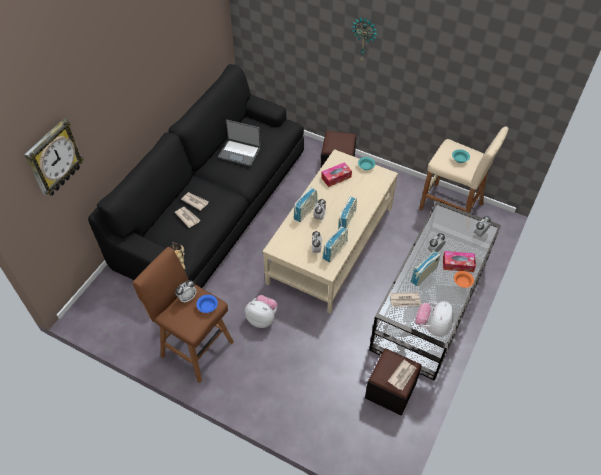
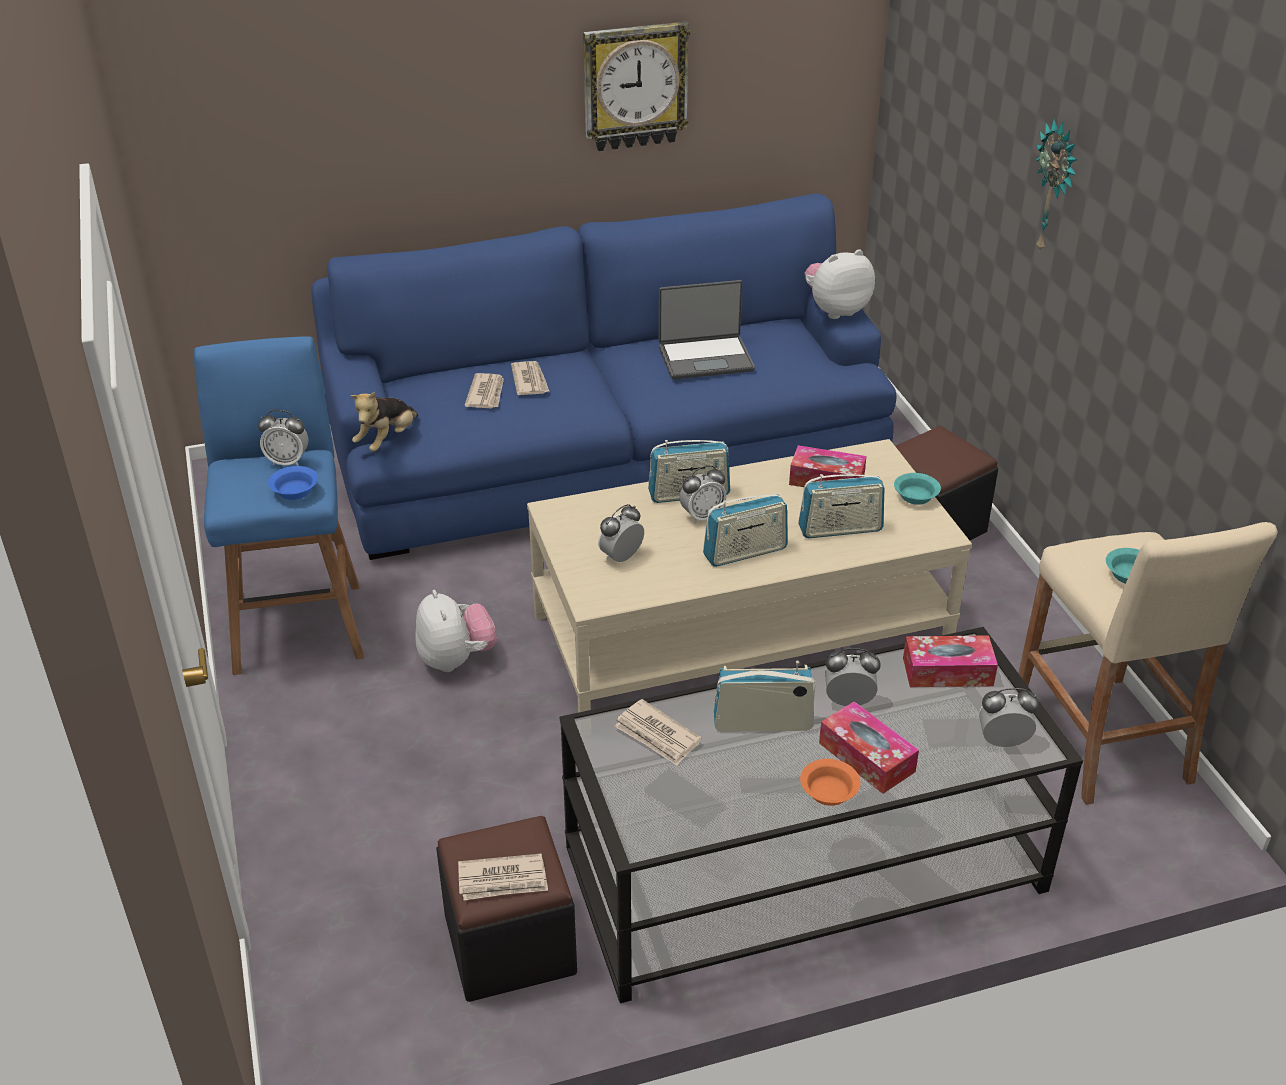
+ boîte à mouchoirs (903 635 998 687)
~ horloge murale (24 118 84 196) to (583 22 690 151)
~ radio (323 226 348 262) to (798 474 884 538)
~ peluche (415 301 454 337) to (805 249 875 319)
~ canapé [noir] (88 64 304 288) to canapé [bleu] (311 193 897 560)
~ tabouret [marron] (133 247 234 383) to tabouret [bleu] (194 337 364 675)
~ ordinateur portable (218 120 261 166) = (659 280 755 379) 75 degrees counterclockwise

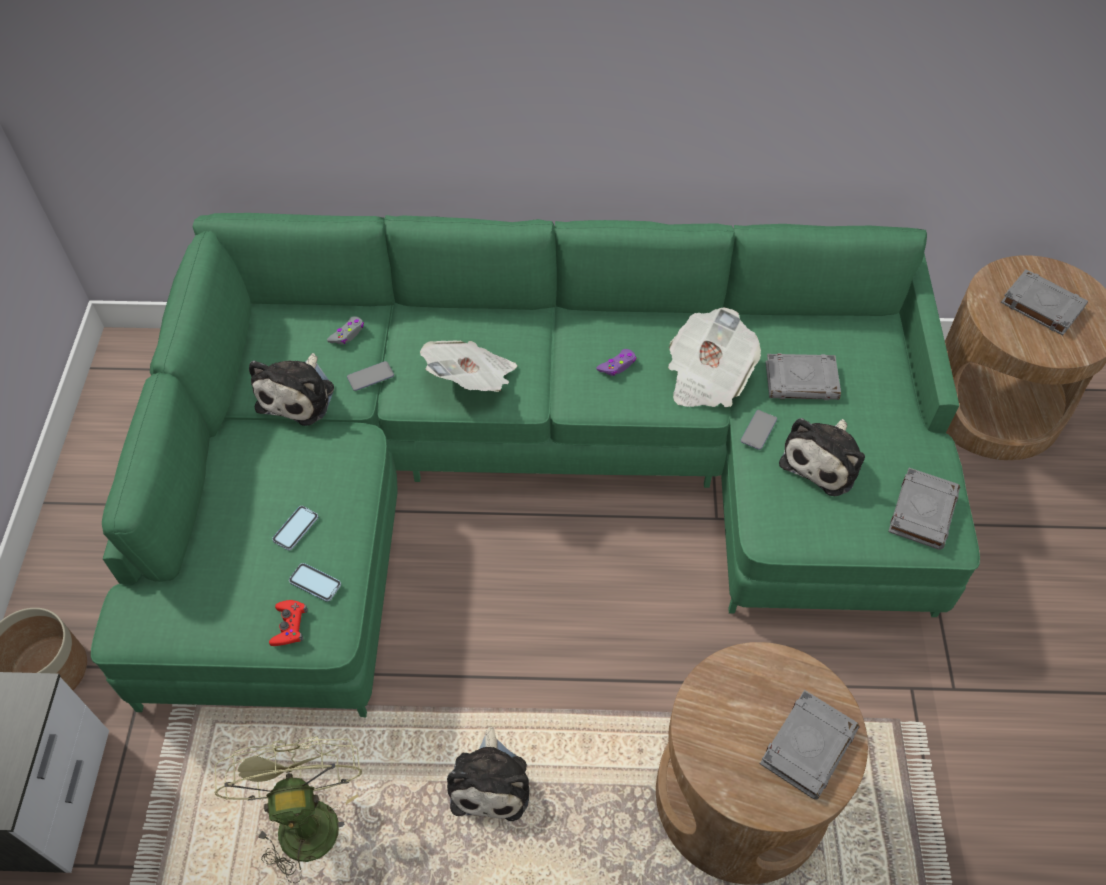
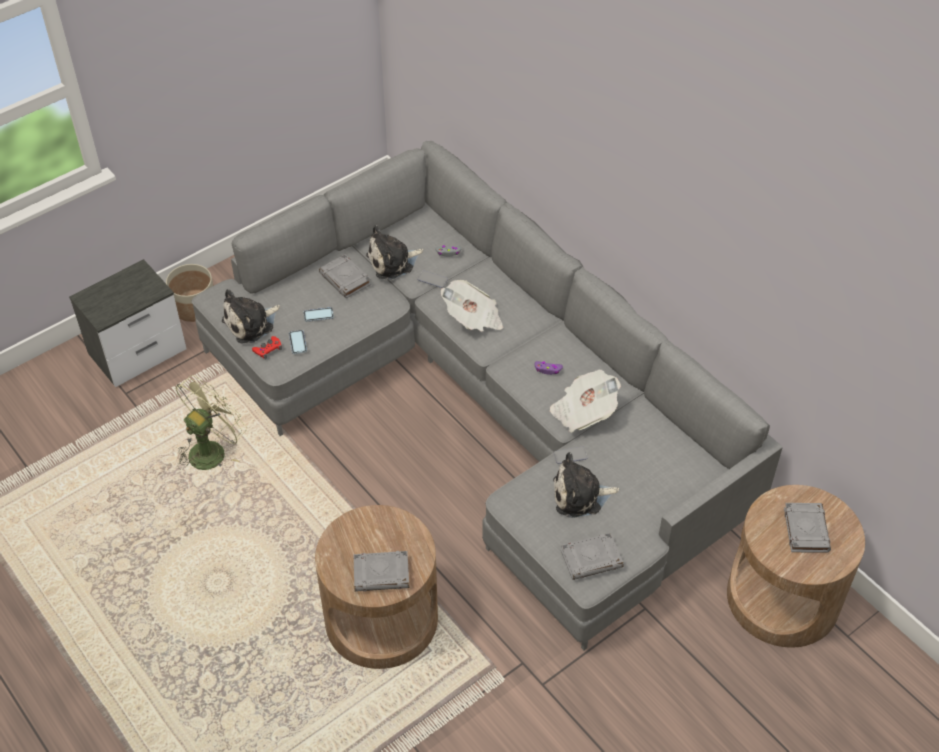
~ peluche (447 727 529 821) to (222 289 280 343)
~ livre [gris] (765 353 841 400) to (319 254 371 298)
~ canapé [vert] (91 213 980 718) to canapé [gris] (192 141 783 650)

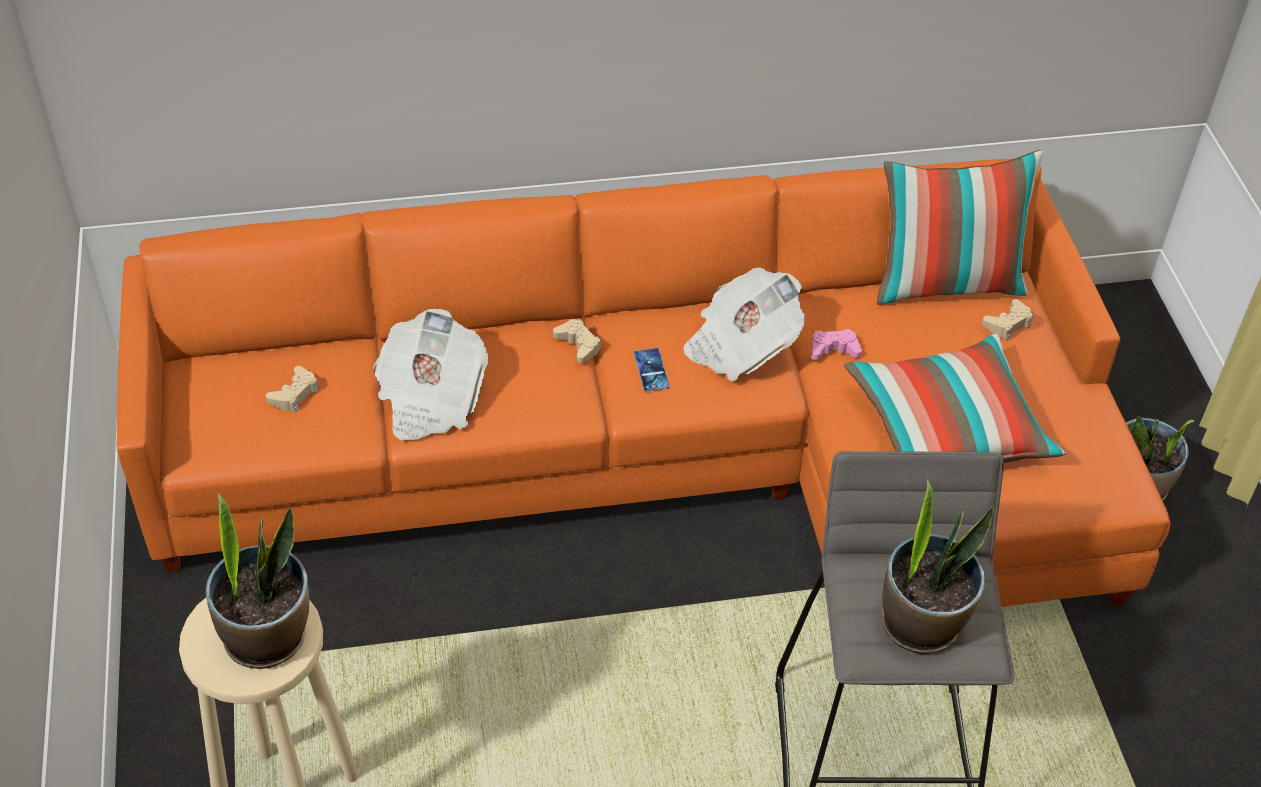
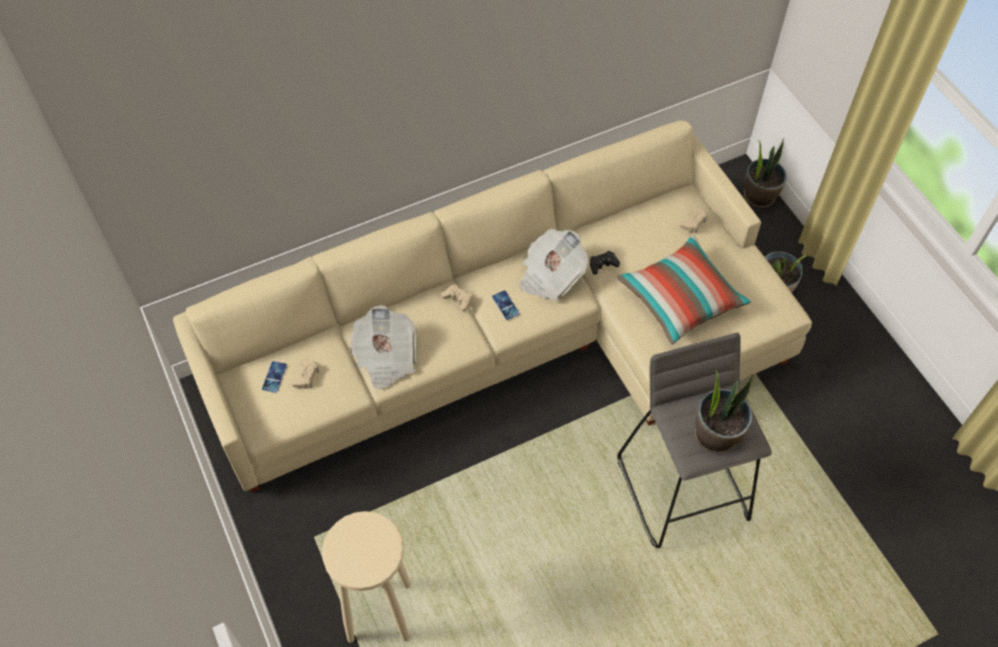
- coussin (877 150 1043 305)
+ téléphone (262 361 287 393)
~ plante en pot (206 493 309 669) to (744 138 787 208)
~ canapé [orange] (116 158 1171 607) to canapé [beige] (173 120 812 493)
~ manette [rose] (811 329 862 360) to manette [noir] (590 251 620 275)

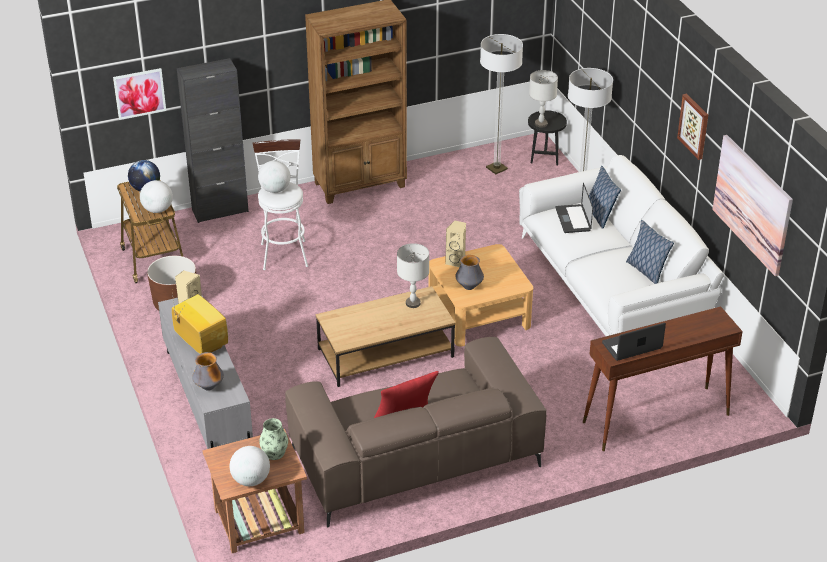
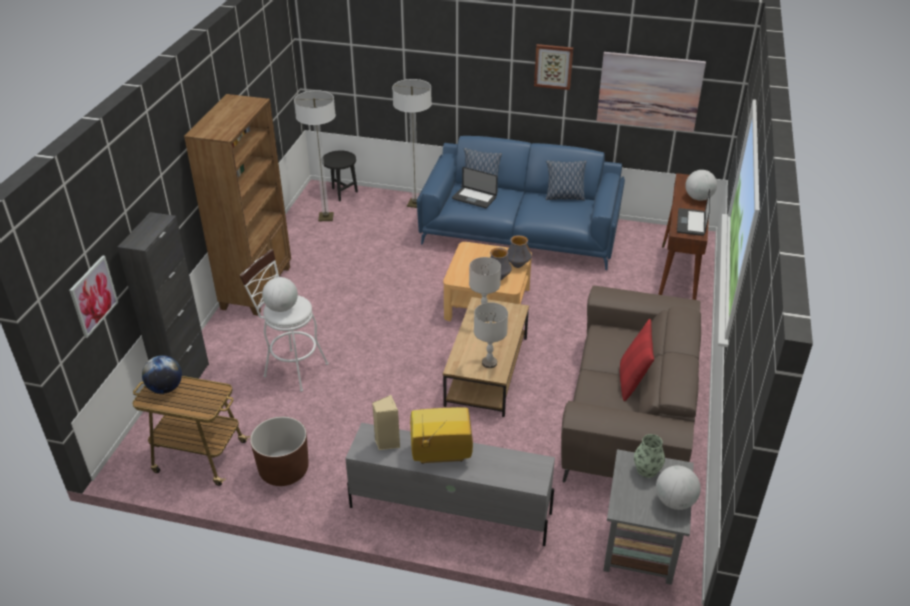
- enceinte [beige] (445 220 466 267)
~ globe (140 180 173 213) to (685 170 717 201)
~ vase (192 352 224 391) to (507 235 532 268)
~ lampe de table [gris] (529 70 558 128) to (474 302 508 368)
~ table d'appoint [marron] (202 429 307 553) to table d'appoint [gris] (603 449 694 585)
~ canapé [blanc] (519 155 724 336) to canapé [bleu] (417 136 625 270)

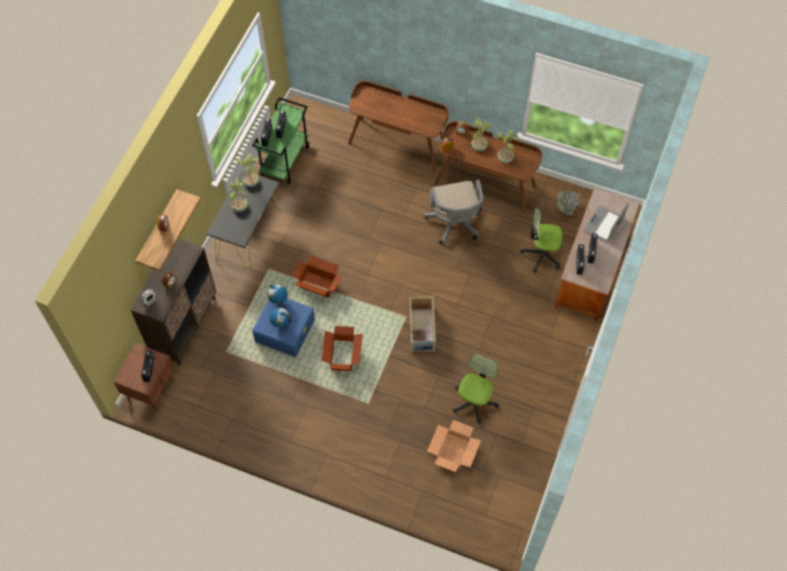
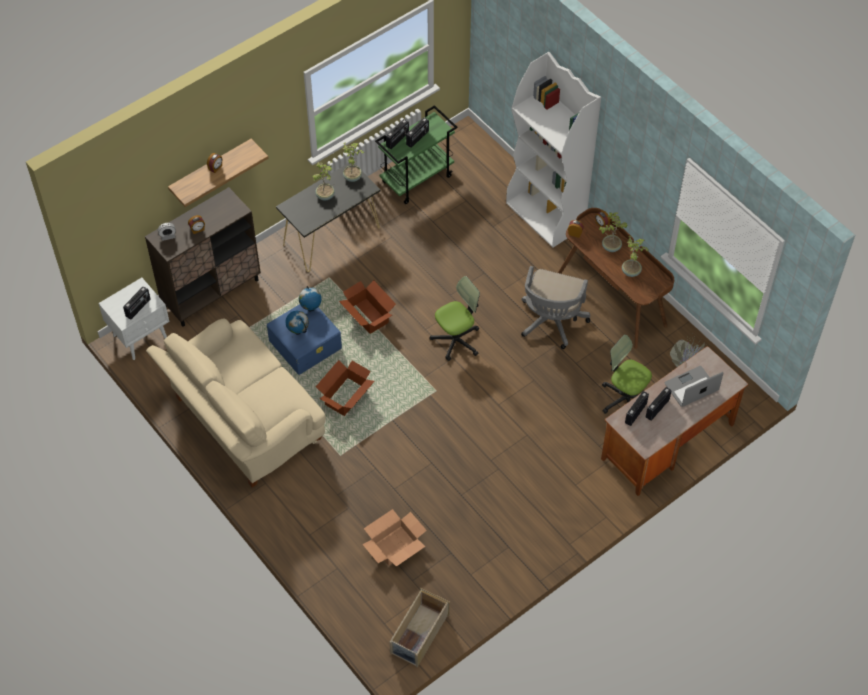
+ canapé [beige] (146 318 326 487)
~ boîte de rangement [beige] (408 296 436 353) to (390 587 450 667)
~ chaise de bureau (453 353 499 423) to (430 276 480 361)
~ bureau [marron] (348 81 449 172) to bibliothèque [blanc] (506 52 601 248)
~ table de chevet [marron] (114 343 174 412) to table de chevet [blanc] (98 278 170 360)

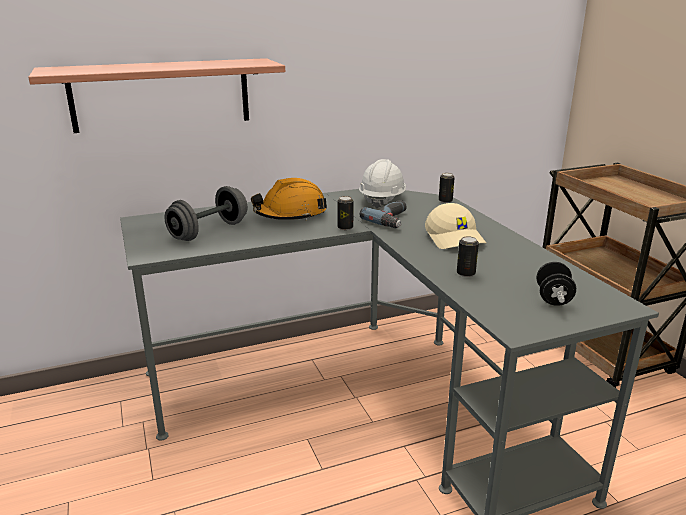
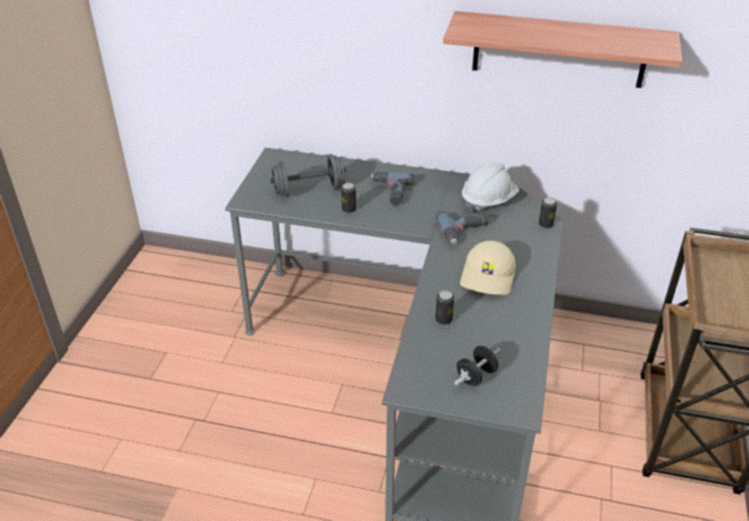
~ étagère (28 58 285 133) to (443 11 682 88)
~ boîte métallique (338 196 354 230) to (341 183 356 213)
~ casque de chantier [orange] (251 178 327 221) to perceuse (371 172 414 205)

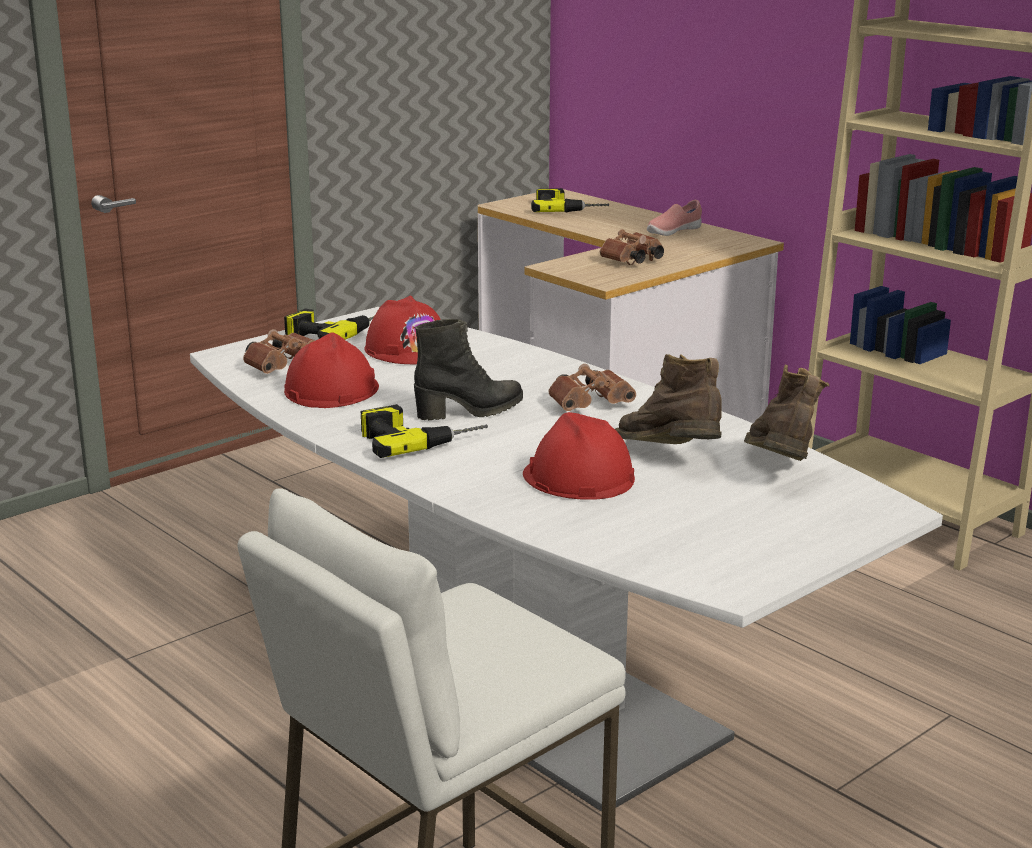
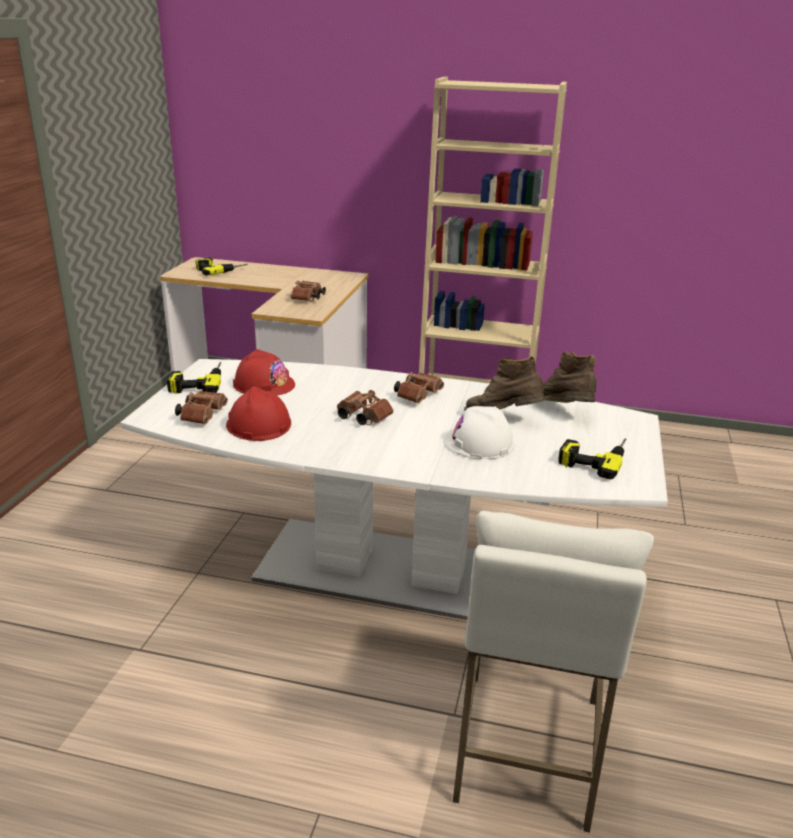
- chaussure [rose] (647 200 702 236)
~ perceuse (361 404 488 458) to (558 438 627 480)
~ botte [noir] (414 319 523 420) to jumelles [marron] (337 390 393 425)
~ casque de chantier [rouge] (523 412 635 500) to casque de chantier [blanc] (443 406 515 459)

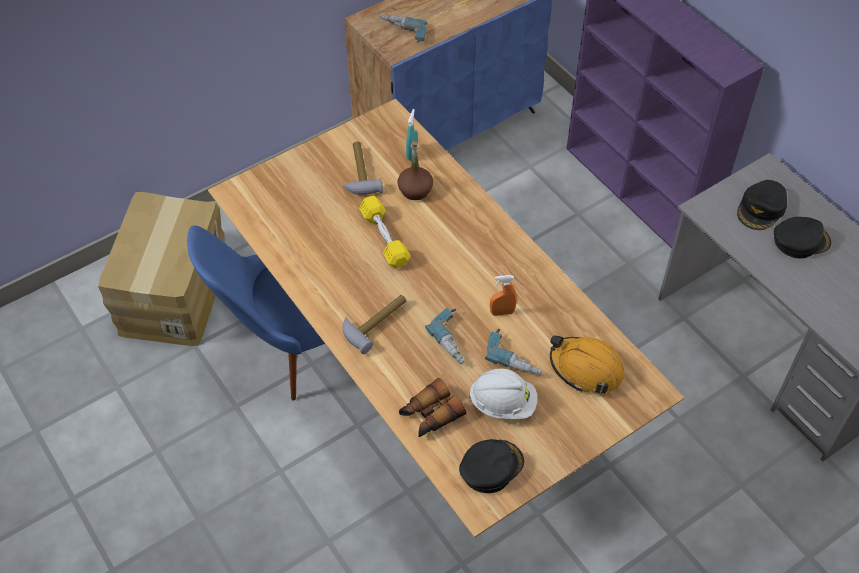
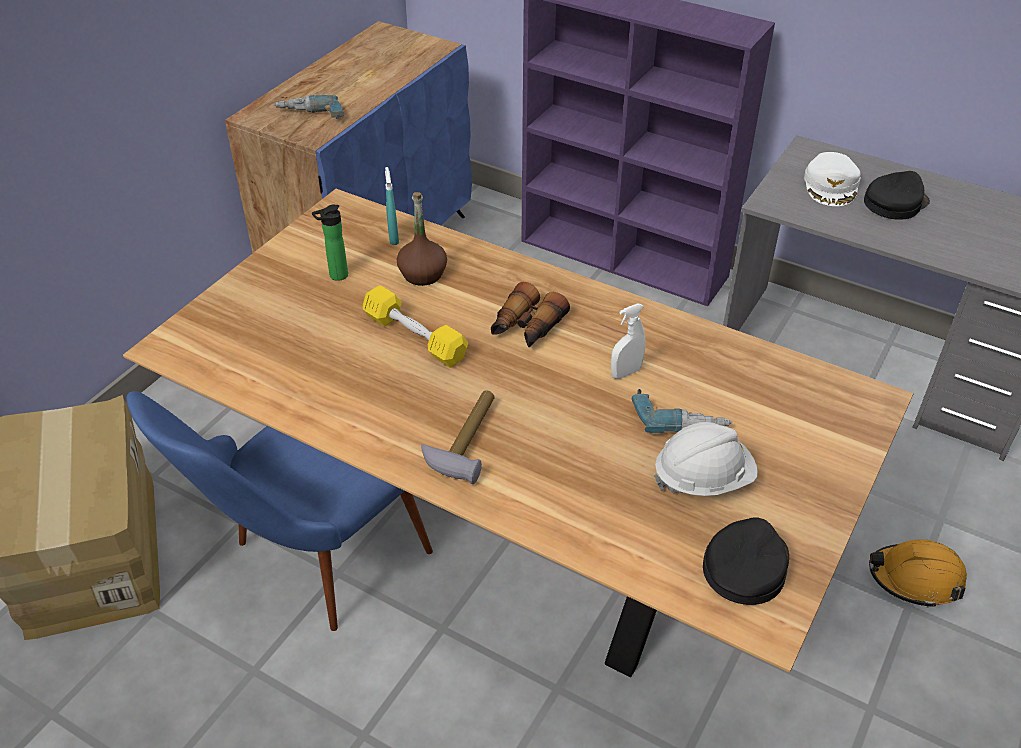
- perceuse (425 308 465 365)
~ jumelles (399 378 466 437) to (491 282 570 347)
~ casque de chantier [orange] (550 335 624 394) to (869 539 967 608)
~ marteau (342 141 383 195) to bouteille (312 205 348 281)
~ vaporisateur [orange] (490 275 517 316) to vaporisateur [blanc] (611 303 645 379)
~ casquette [noir] (737 180 787 230) to casquette [blanc] (804 152 861 206)

